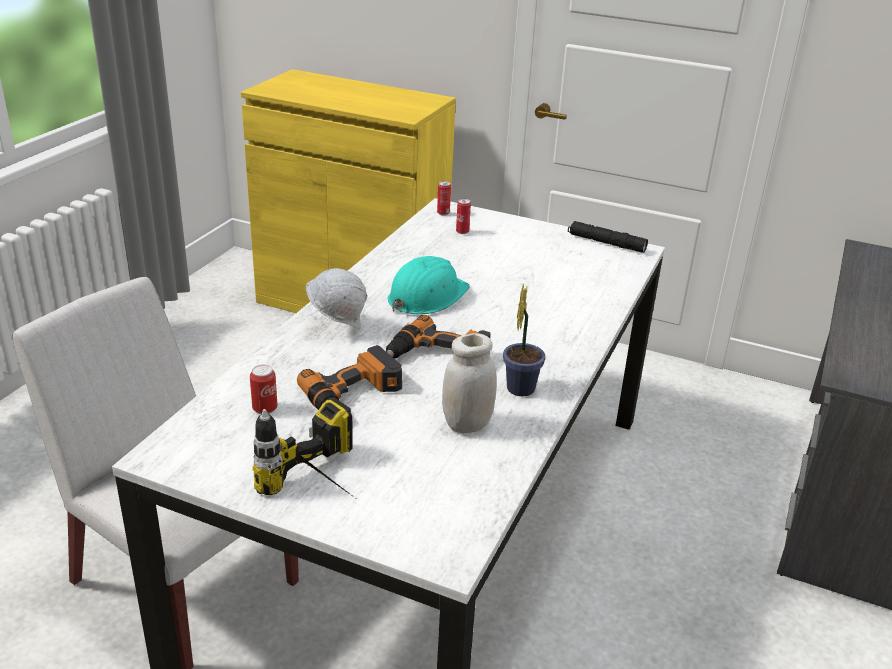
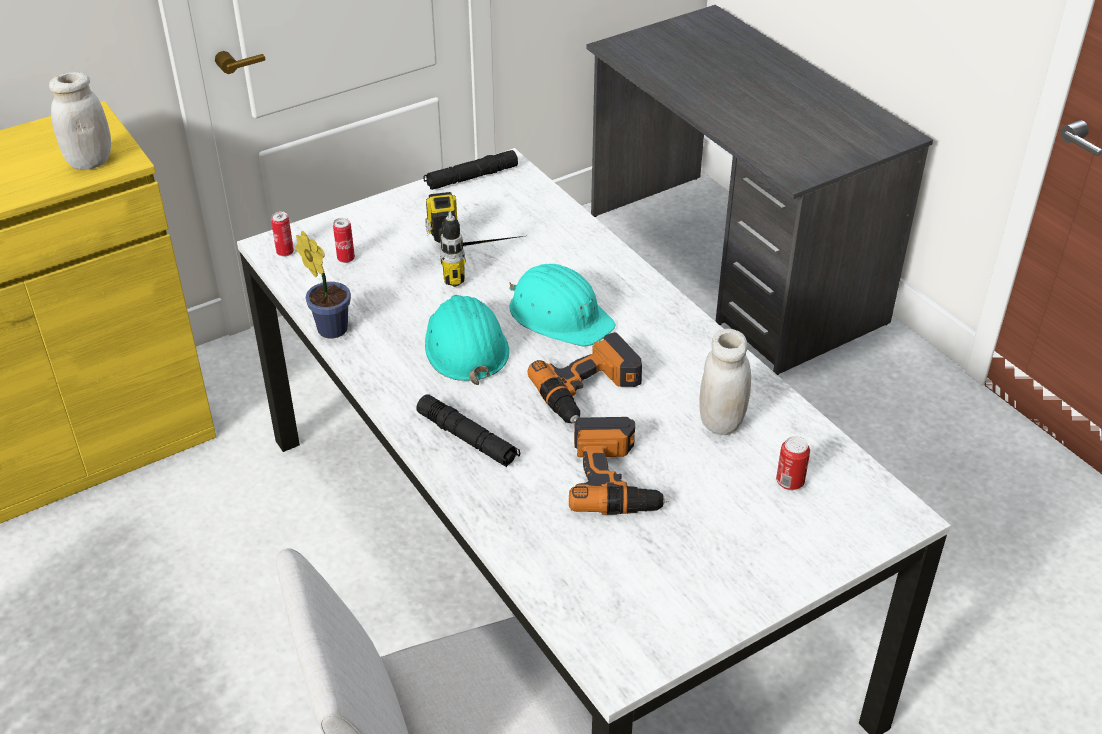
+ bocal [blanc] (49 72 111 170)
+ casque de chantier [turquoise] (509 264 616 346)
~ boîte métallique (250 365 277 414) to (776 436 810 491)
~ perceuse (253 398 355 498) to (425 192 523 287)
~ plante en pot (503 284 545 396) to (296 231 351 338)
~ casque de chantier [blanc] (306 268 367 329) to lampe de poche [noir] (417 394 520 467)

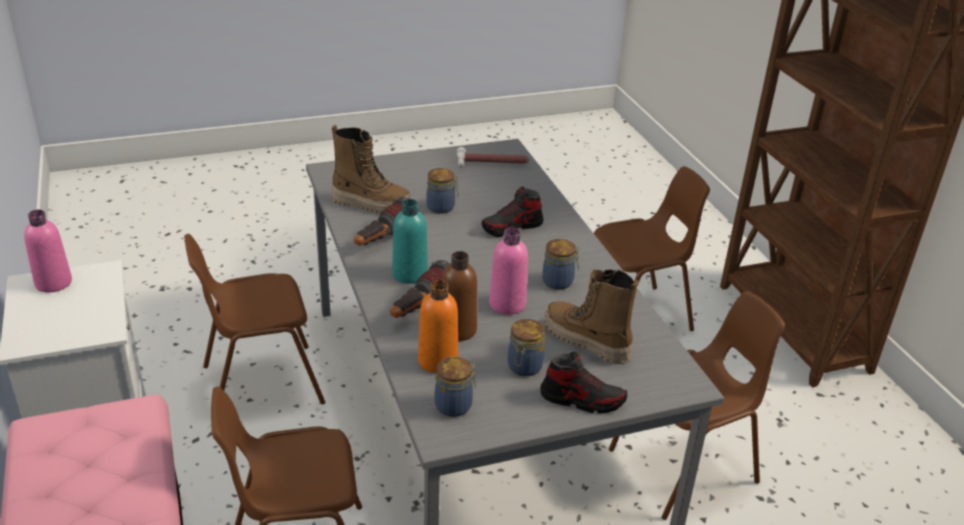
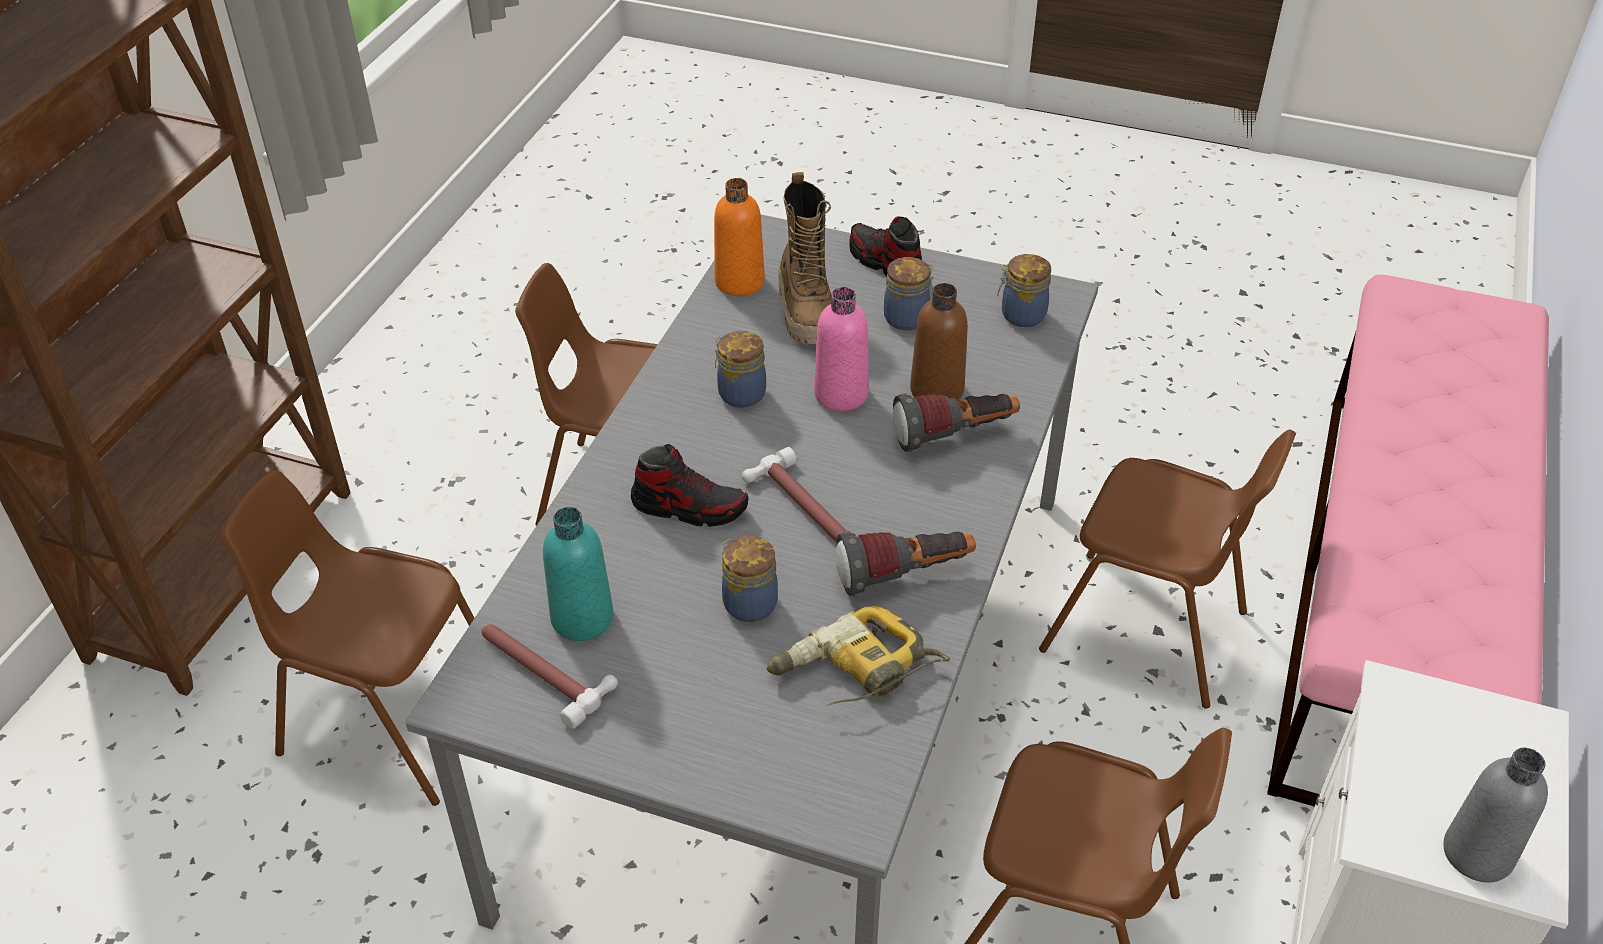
+ marteau (742 447 846 542)
~ bouteille [turquoise] (392 199 428 284) to (543 507 614 641)
~ bouteille [orange] (418 280 458 373) to (714 178 765 296)
~ botte (332 125 410 214) to perceuse (767 606 950 706)
~ bouteille [rose] (24 210 72 293) to bouteille [gris] (1444 748 1548 883)

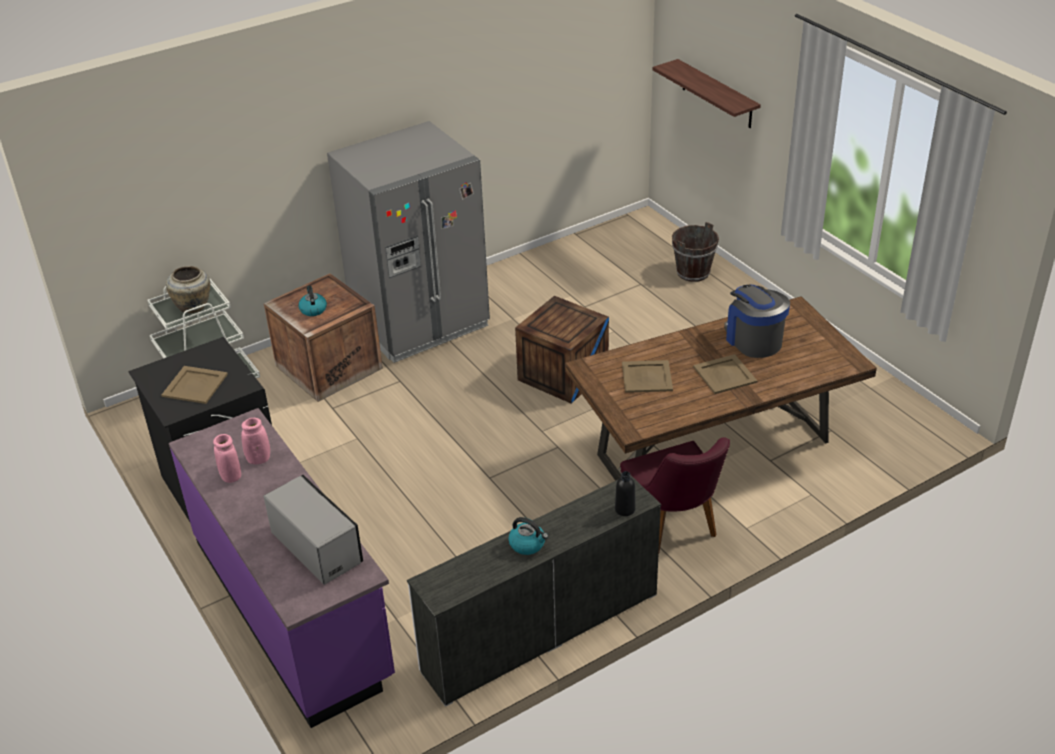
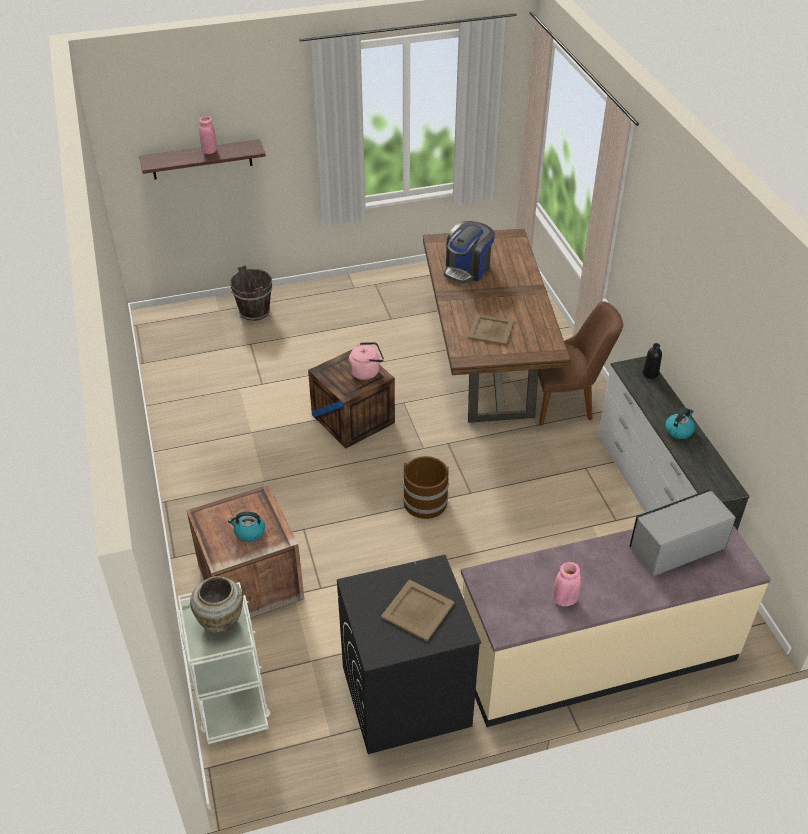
- réfrigérateur [gris] (327 121 490 363)
- plateau [beige] (693 354 757 394)
+ bouilloire [rose] (349 342 384 380)
+ seau [marron] (403 456 449 519)
~ vase [rose] (241 418 270 464) to (199 116 217 154)
~ comptoir de cuisine [violet] (169 408 395 728) to comptoir de cuisine [beige] (461 525 771 727)
~ chaise [violet] (620 438 730 552) to chaise [marron] (538 301 623 425)
~ machine à café (724 285 790 358) = (444 221 495 284) 45 degrees counterclockwise

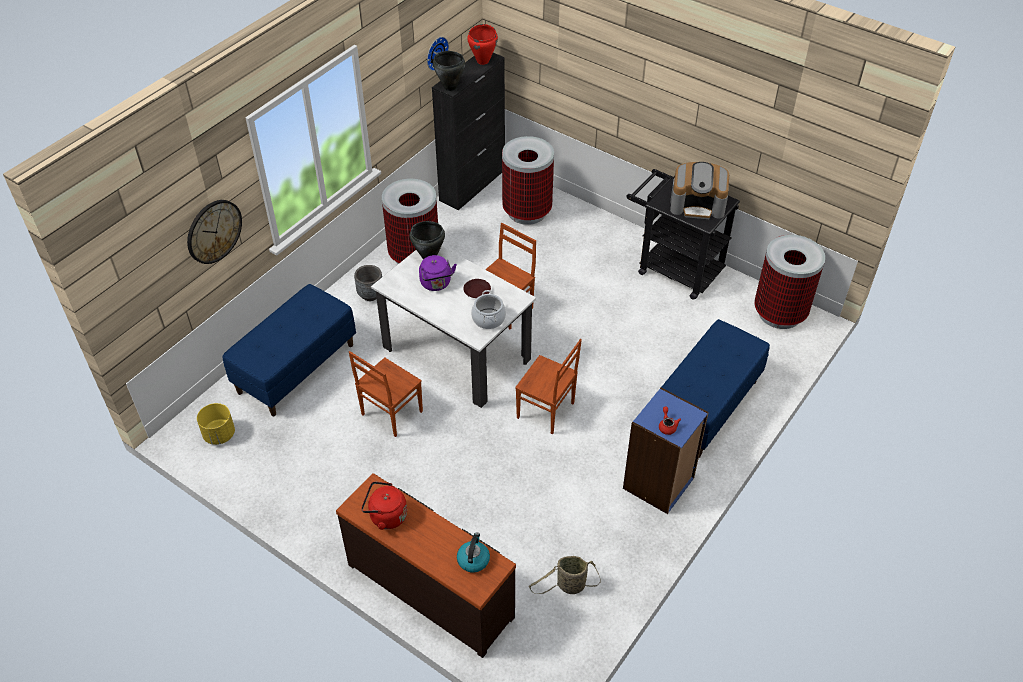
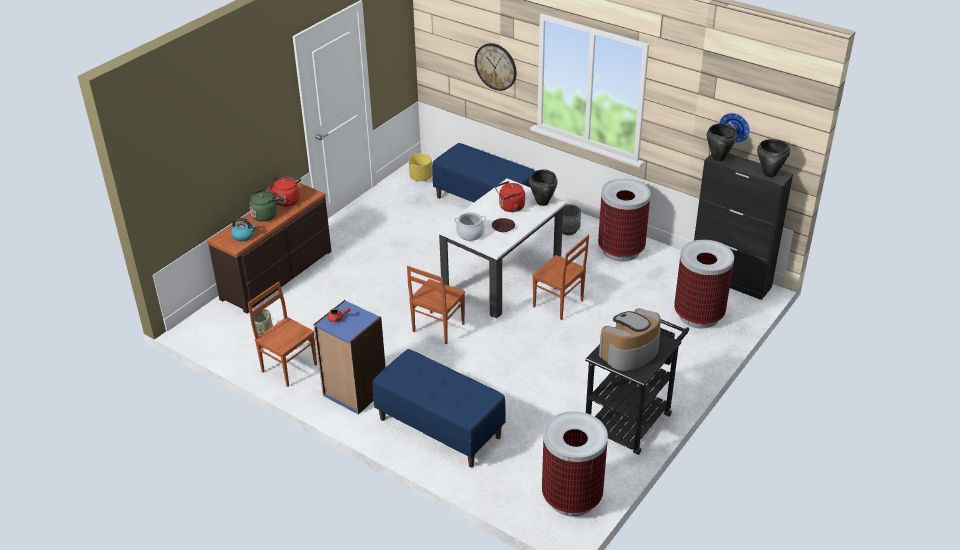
+ bouilloire [vert] (249 189 281 222)
~ chaise [marron] (349 351 423 437) to (248 282 317 387)
~ bouilloire [violet] (419 255 457 291) to bouilloire [rouge] (495 181 525 212)
~ marmite [rouge] (467 24 498 65) to marmite [noir] (757 139 790 177)
~ machine à café (670 162 729 219) = (599 308 661 371) 45 degrees clockwise

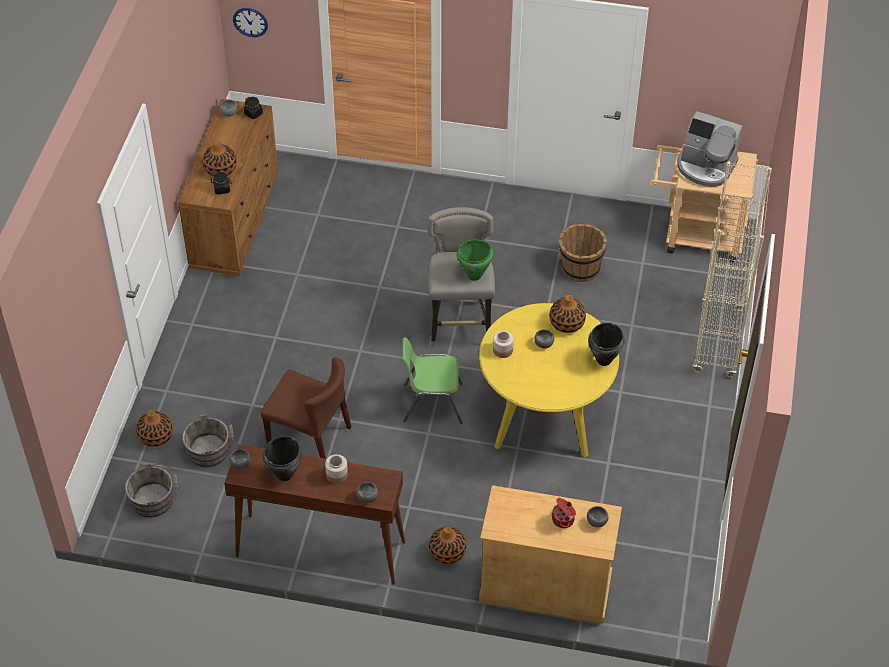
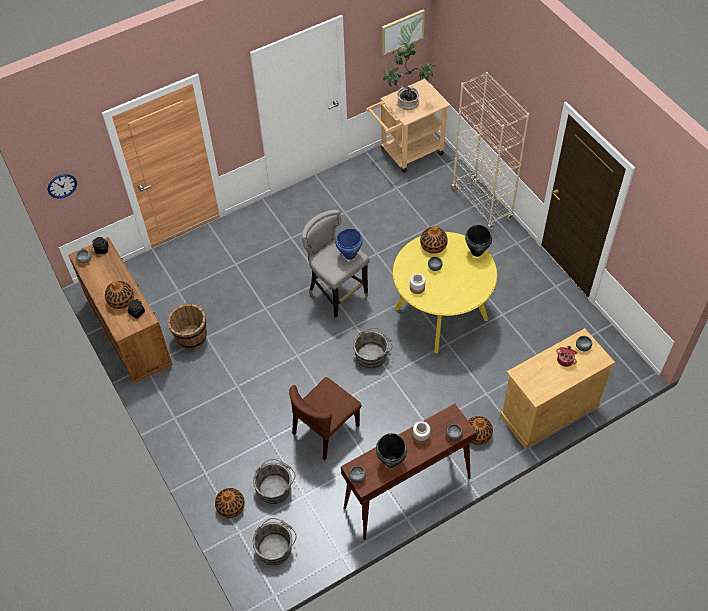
+ tableau (382 9 425 56)
~ seau [marron] (559 224 607 282) to (167 304 207 349)
~ chaise [vert] (403 337 463 424) to seau [gris] (353 328 392 368)
~ machine à café (677 111 742 187) to plante en pot (383 43 435 110)
~ marmite [vert] (457 240 493 281) to marmite [bleu] (335 228 363 260)
~ chaise [marron] (261 357 351 459) = (289 377 362 460) 150 degrees clockwise

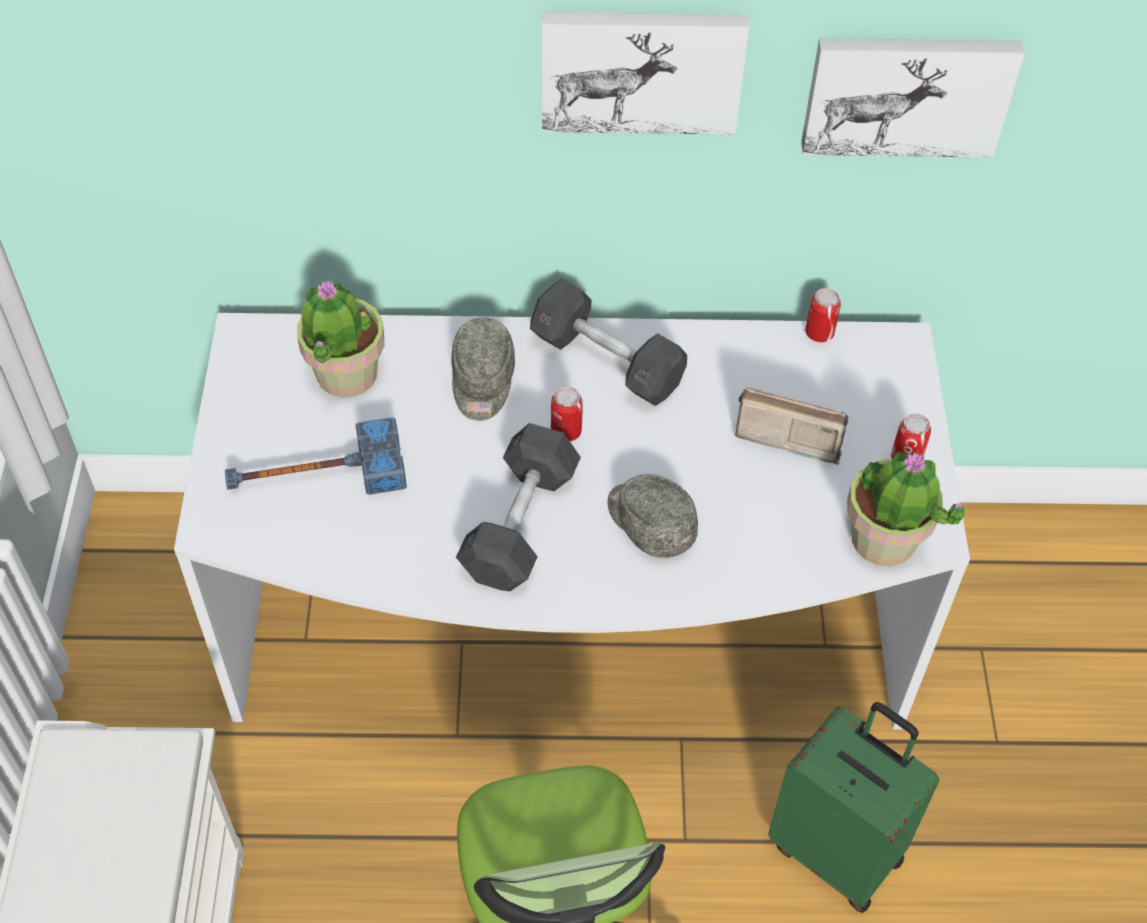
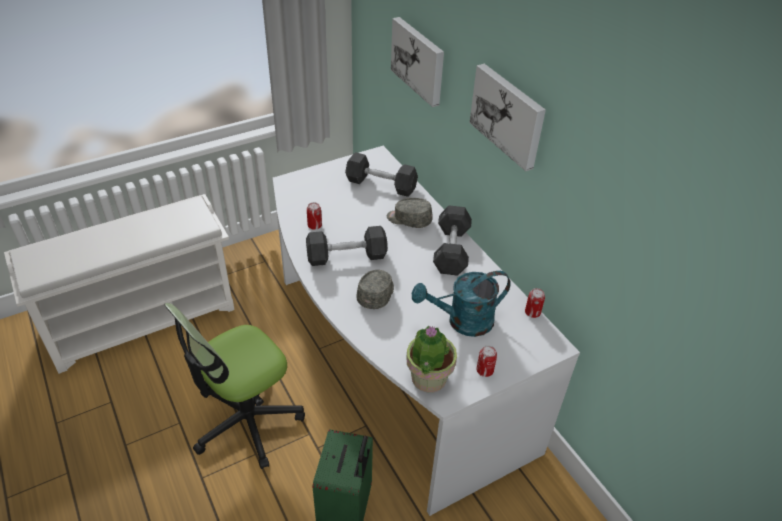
- marteau (225 417 407 495)
~ boîte métallique (551 386 583 441) to (307 202 322 230)
~ tableau (801 38 1025 158) to (391 17 444 107)
~ plante en pot (297 281 384 397) to haltère [gris] (345 152 418 197)
~ radio (735 387 848 465) to arrosoir [turquoise] (412 271 511 337)
~ casquette [gris] (451 317 515 421) = (387 198 433 228) 45 degrees clockwise

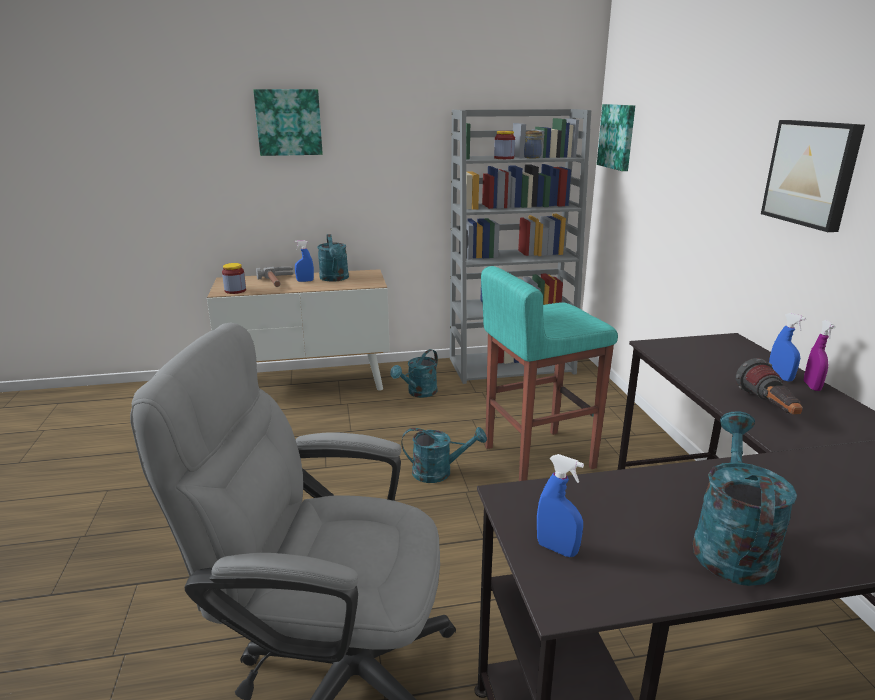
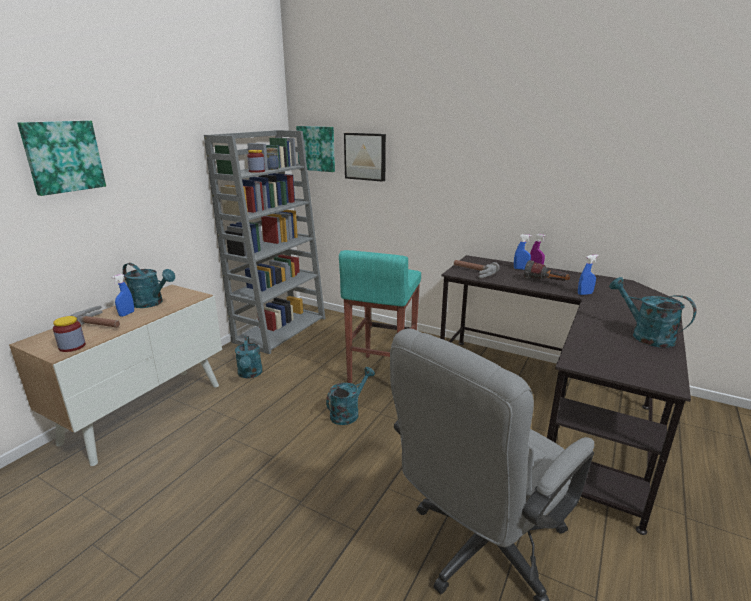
+ marteau (454 260 500 278)
~ vaporisateur [bleu] (537 454 584 557) to (578 254 599 295)
~ tableau (761 120 865 232) to (344 133 386 182)

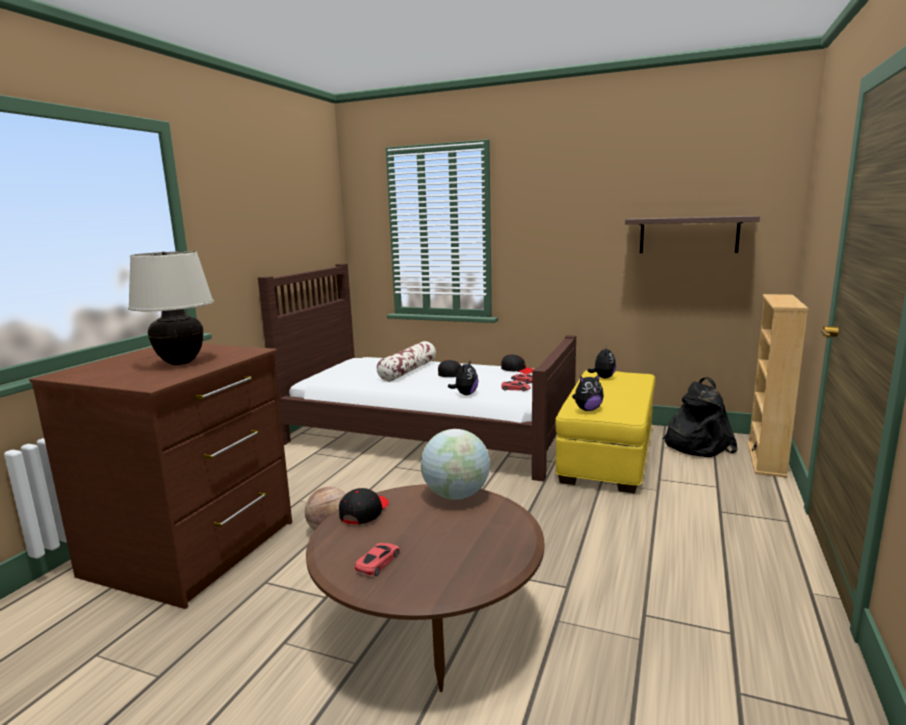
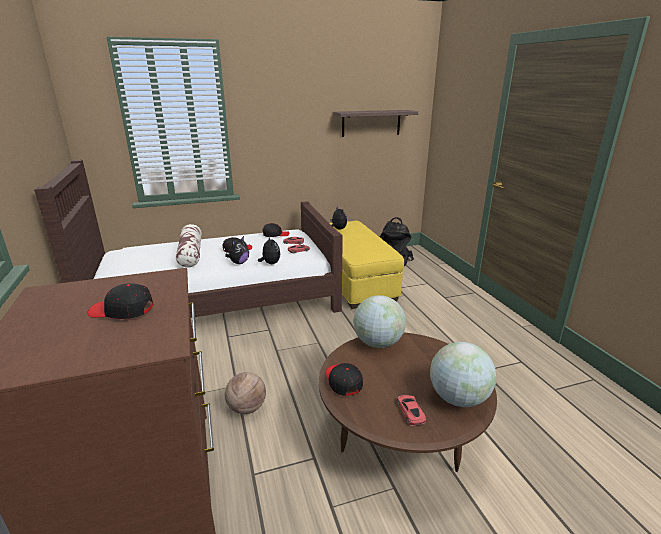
- bibliothèque [beige] (747 294 808 478)
+ globe (430 342 496 407)
~ peluche (572 374 604 411) to (225 236 249 264)
~ lampe de table [beige] (128 251 214 365) to casquette [noir] (88 283 154 319)

